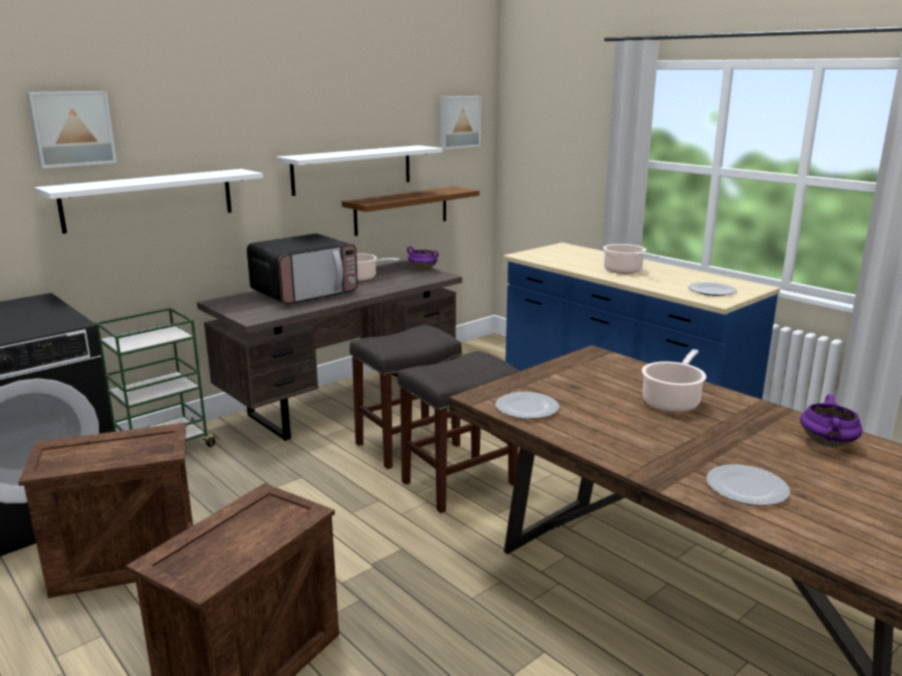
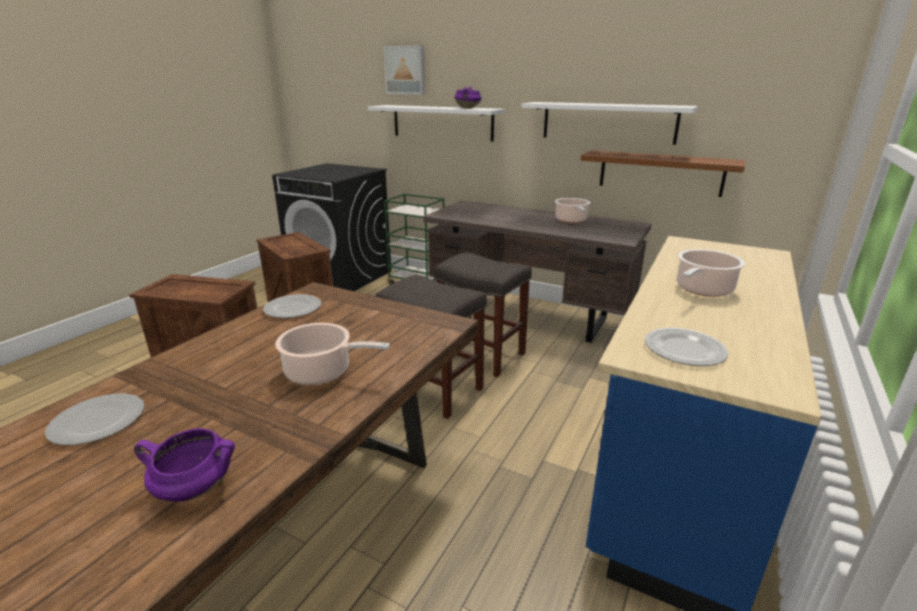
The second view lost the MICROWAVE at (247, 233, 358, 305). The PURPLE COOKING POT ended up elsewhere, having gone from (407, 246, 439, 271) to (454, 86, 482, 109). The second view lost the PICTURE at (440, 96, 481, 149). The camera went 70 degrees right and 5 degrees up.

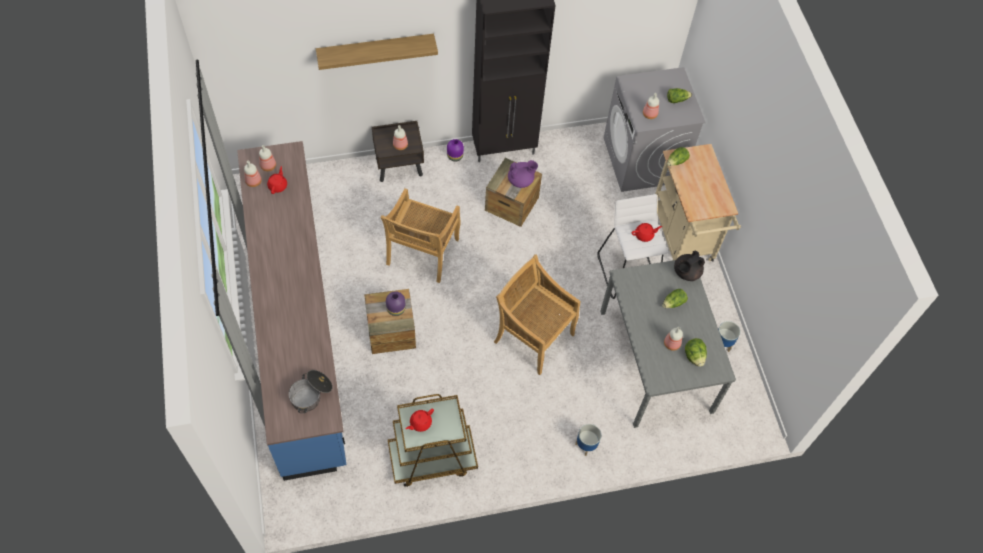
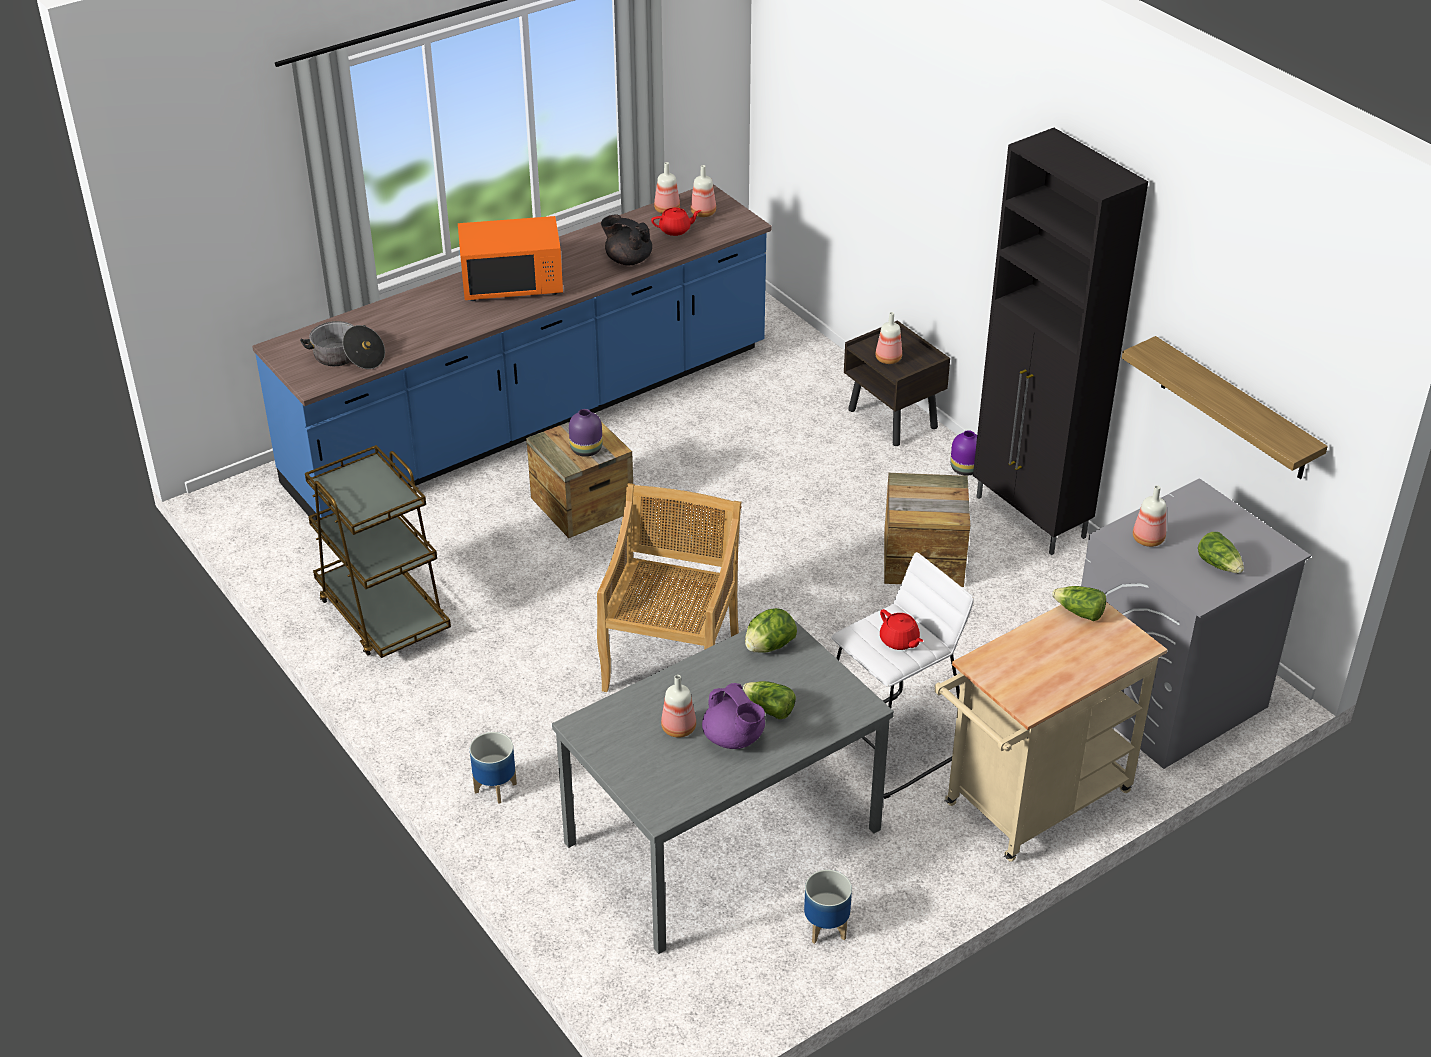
The SHELF ended up elsewhere, having gone from (316, 34, 438, 70) to (1122, 336, 1328, 479). The second view lost the BEIGE CHAIR at (380, 188, 461, 283). The second view lost the RED TEAPOT at (406, 409, 434, 432). The PURPLE TEAPOT ended up elsewhere, having gone from (508, 160, 538, 188) to (702, 683, 765, 749). The BLACK TEAPOT ended up elsewhere, having gone from (674, 251, 705, 281) to (601, 214, 652, 265). The LETTUCE ended up elsewhere, having gone from (685, 338, 707, 367) to (745, 608, 797, 653). The second view gained the ORANGE MICROWAVE at (458, 216, 563, 301). The camera went 70 degrees right and 20 degrees down.

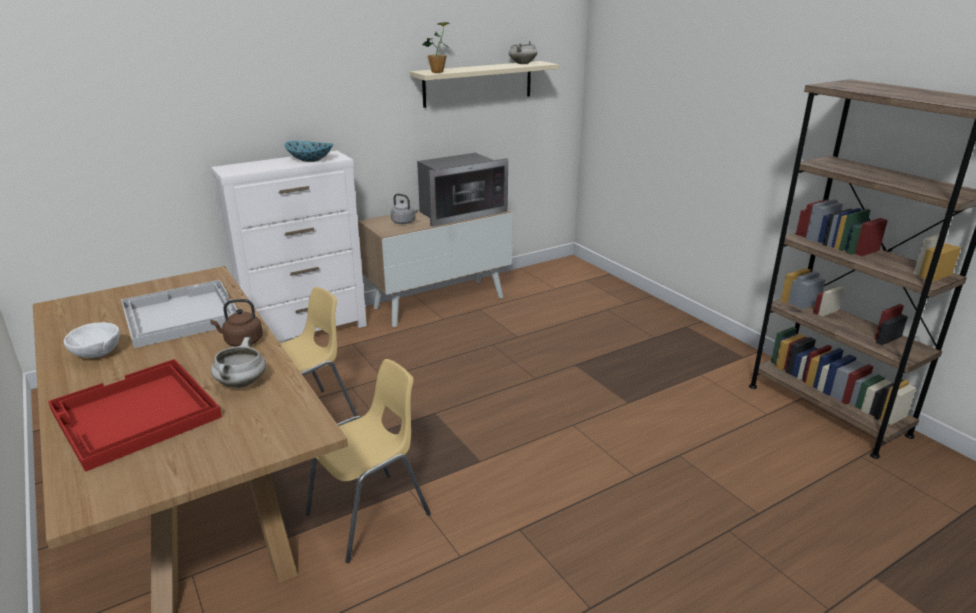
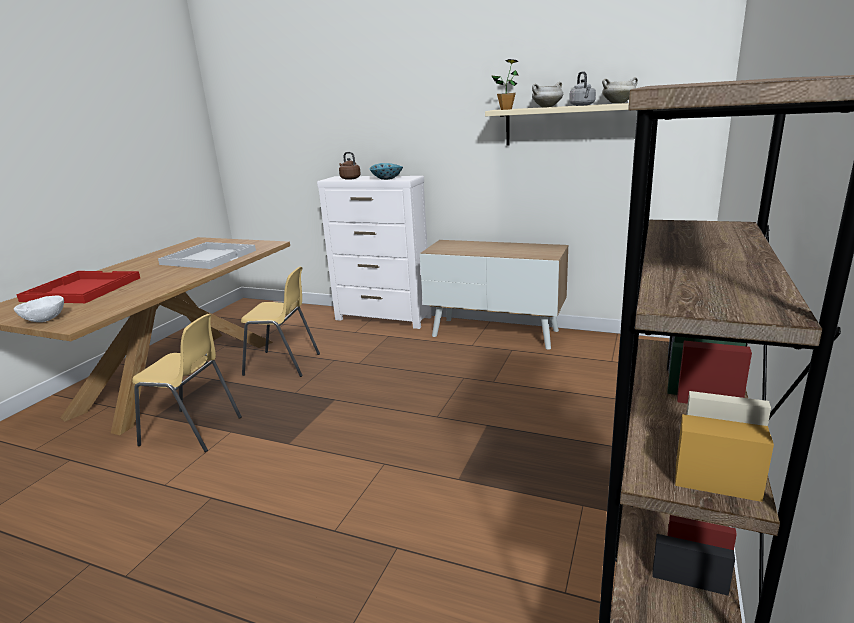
The WHITE BOWL ended up elsewhere, having gone from (64, 322, 120, 358) to (14, 295, 64, 322). The BROWN KETTLE ended up elsewhere, having gone from (210, 299, 263, 347) to (339, 152, 361, 180). The WHITE COOKING POT ended up elsewhere, having gone from (211, 337, 266, 388) to (532, 82, 563, 107). The GREY KETTLE ended up elsewhere, having gone from (391, 194, 418, 224) to (569, 71, 596, 106). The second view lost the MICROWAVE at (417, 153, 508, 227). The camera went 55 degrees right and 5 degrees down.

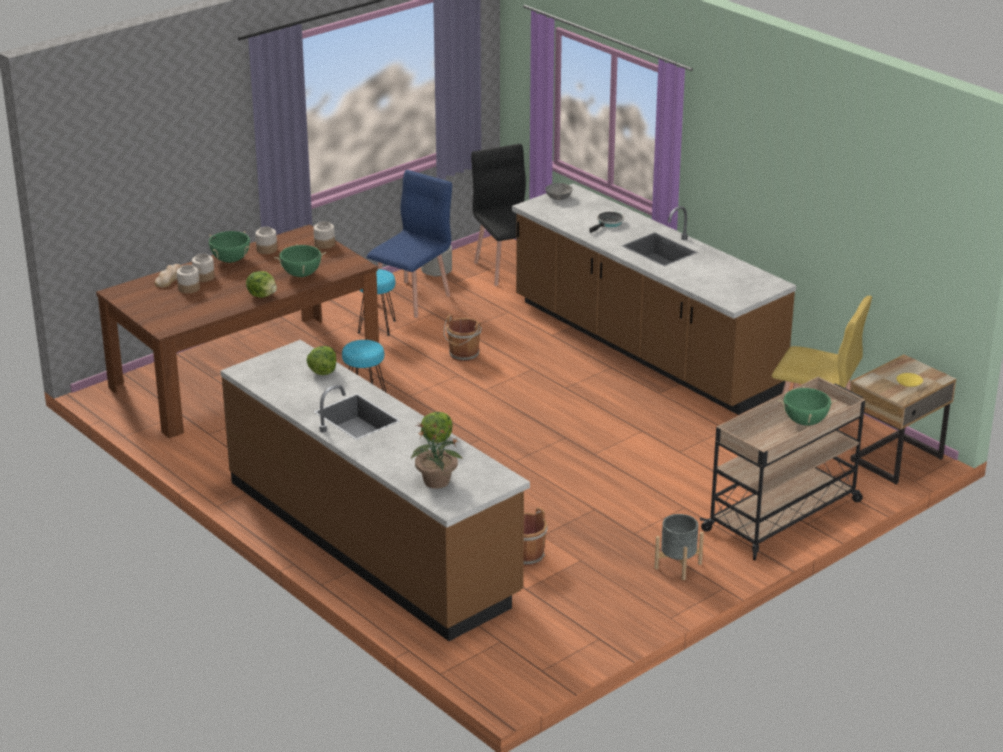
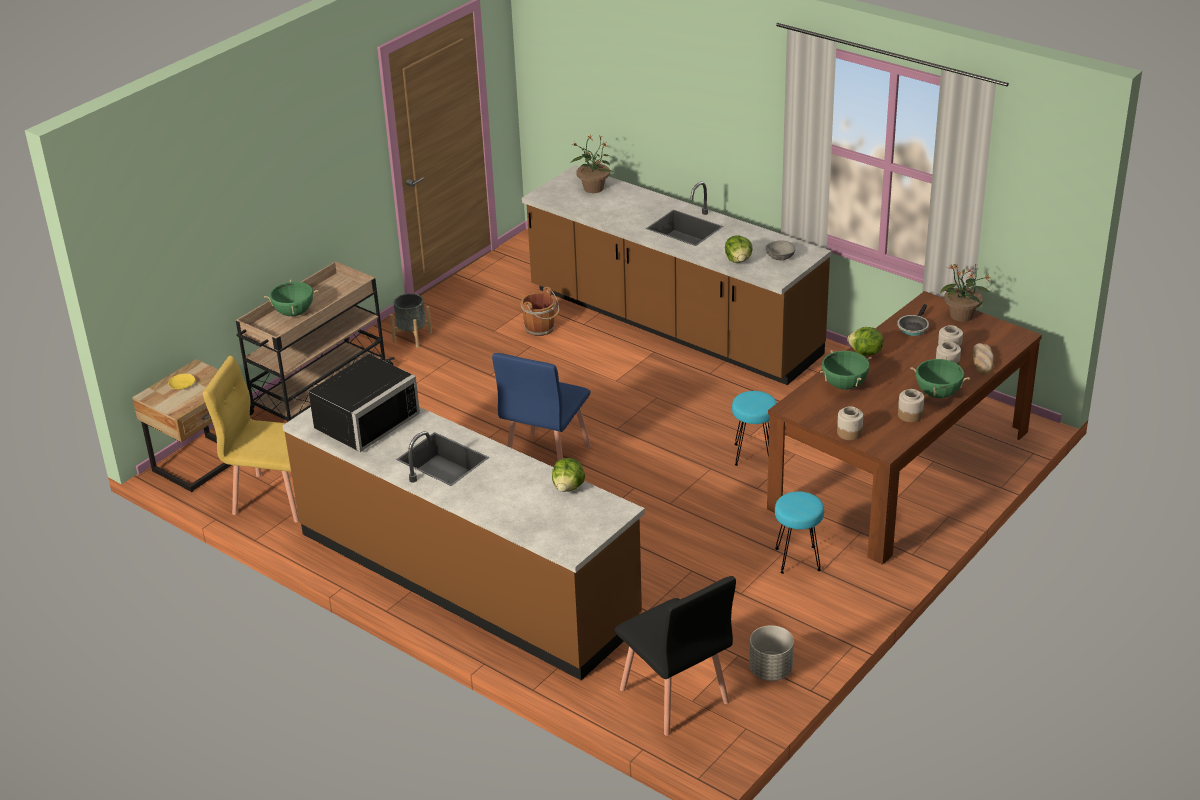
The BLUE CHAIR ended up elsewhere, having gone from (367, 170, 452, 318) to (492, 353, 591, 460). The LETTUCE ended up elsewhere, having gone from (421, 412, 453, 443) to (552, 458, 585, 492). The second view lost the BROWN BUCKET at (444, 314, 482, 361). The GREY BOWL ended up elsewhere, having gone from (545, 183, 572, 200) to (765, 241, 796, 260). The FRYING PAN ended up elsewhere, having gone from (589, 211, 624, 233) to (897, 304, 929, 336). The second view gained the BLACK MICROWAVE at (308, 354, 420, 452). The second view gained the POTTED PLANT at (940, 263, 991, 322). The camera went 170 degrees right and 5 degrees up.

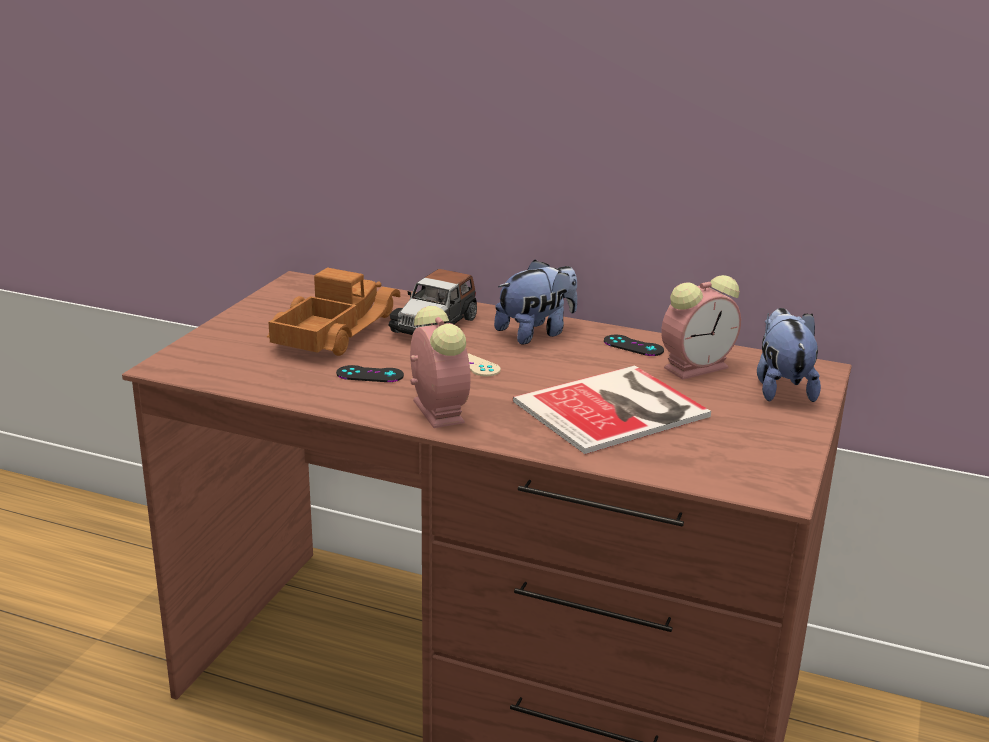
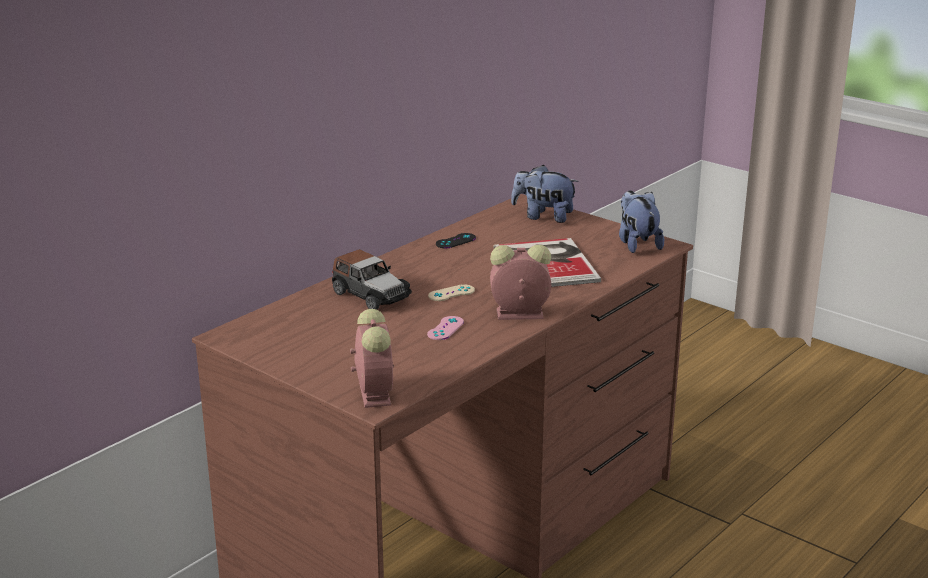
The second view lost the TOY TRUCK at (267, 268, 400, 356). What was the BLACK GAME CONTROLLER at (336, 365, 404, 382) turned into the PINK GAME CONTROLLER at (427, 316, 464, 340). The PLUSH TOY ended up elsewhere, having gone from (494, 260, 577, 345) to (619, 190, 664, 253). The ALARM CLOCK ended up elsewhere, having gone from (661, 275, 741, 380) to (350, 309, 394, 408). The camera went 70 degrees left and 0 degrees up.

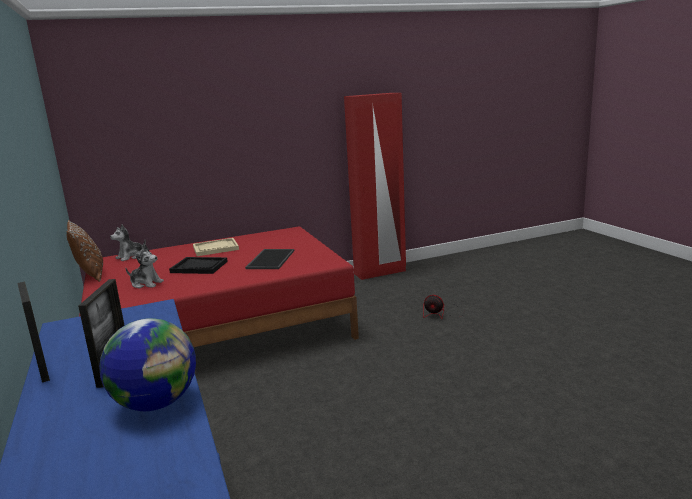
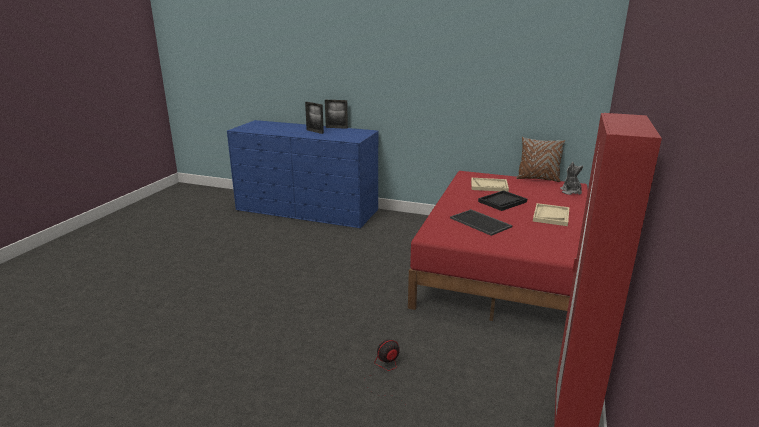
The second view lost the GLOBE at (99, 318, 196, 411). Where the PLUSH TOY stood at (126, 244, 164, 288), the BEIGE TRAY came to stand at (471, 178, 509, 192). The camera went 130 degrees right and 5 degrees up.

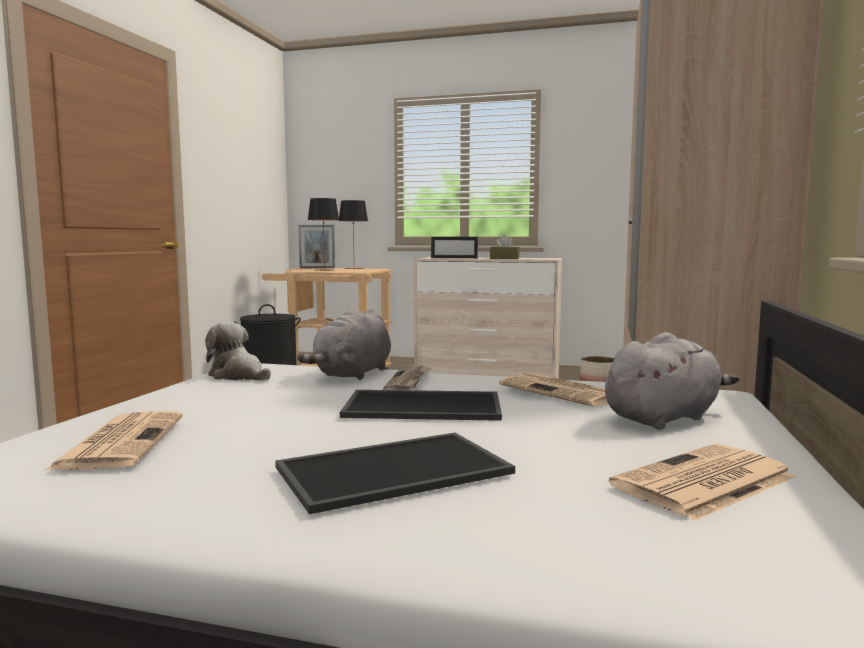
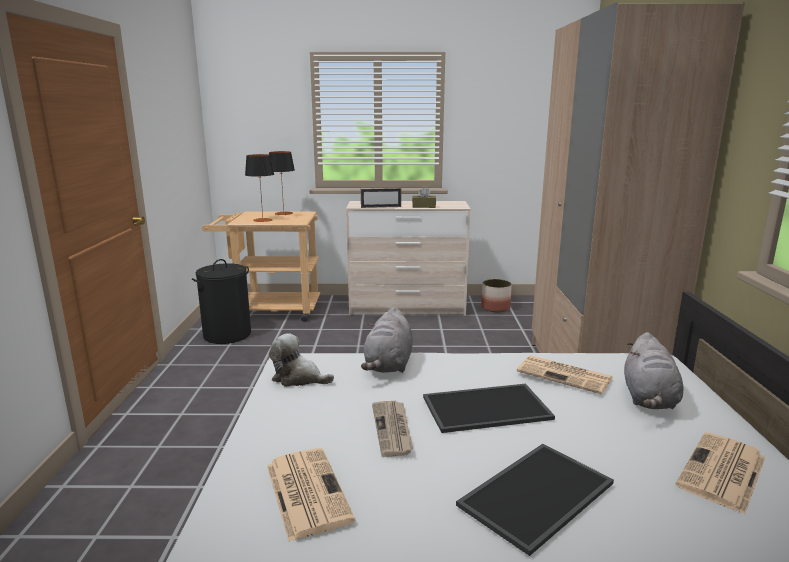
The second view lost the PICTURE FRAME at (298, 225, 335, 268). The NEWSPAPER ended up elsewhere, having gone from (383, 365, 432, 390) to (372, 401, 413, 457). The GREY PLUSH TOY at (605, 332, 740, 430) ended up facing another way, 150 degrees clockwise from before. The camera went 15 degrees left and 10 degrees up.

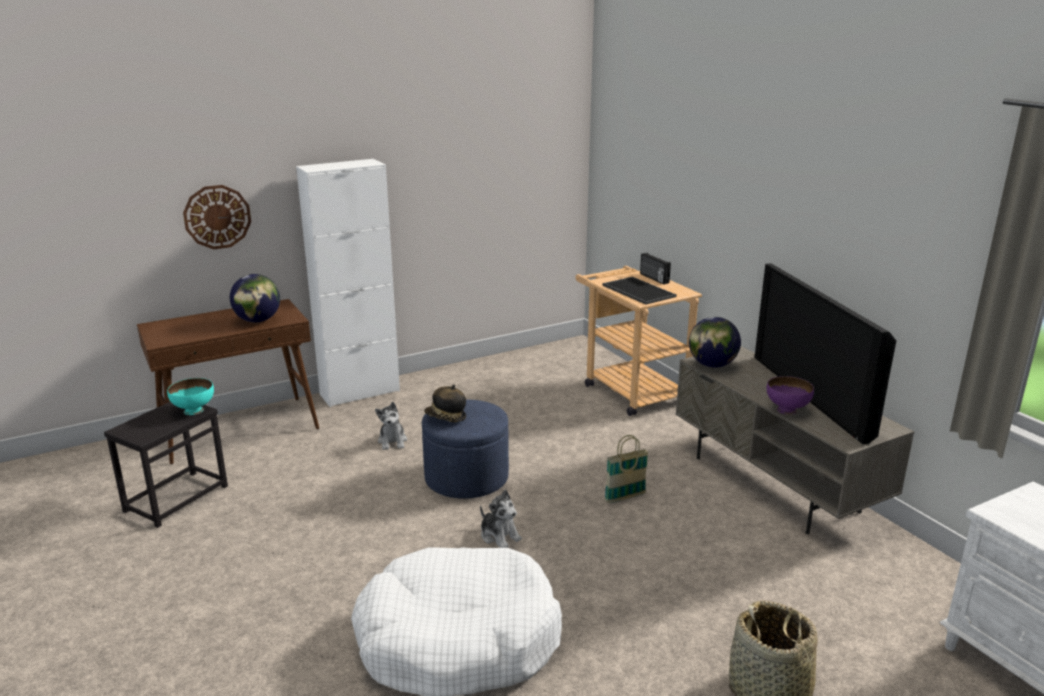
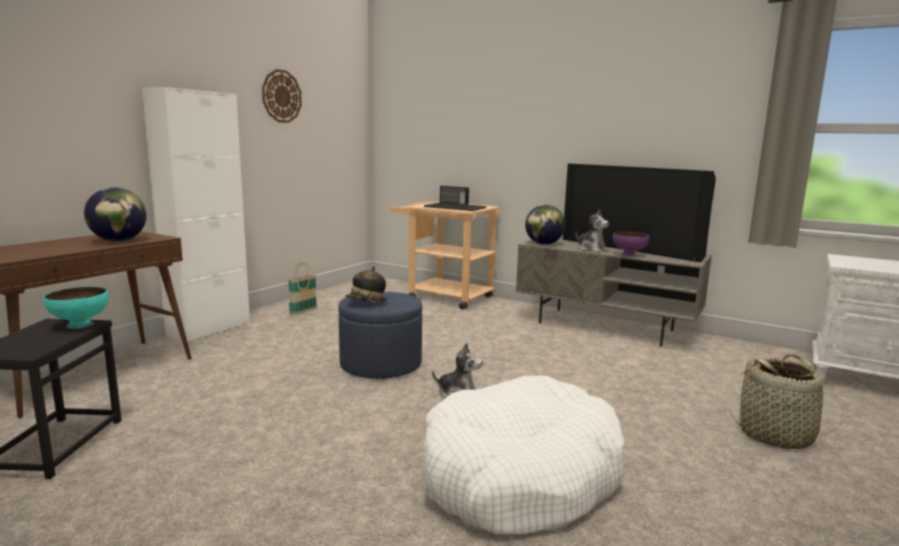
The WALL CLOCK ended up elsewhere, having gone from (183, 185, 251, 249) to (262, 69, 302, 123). The PLUSH TOY ended up elsewhere, having gone from (375, 402, 407, 450) to (575, 209, 609, 253). The BASKET ended up elsewhere, having gone from (604, 435, 649, 503) to (288, 263, 317, 315). The camera went 30 degrees left and 10 degrees down.

